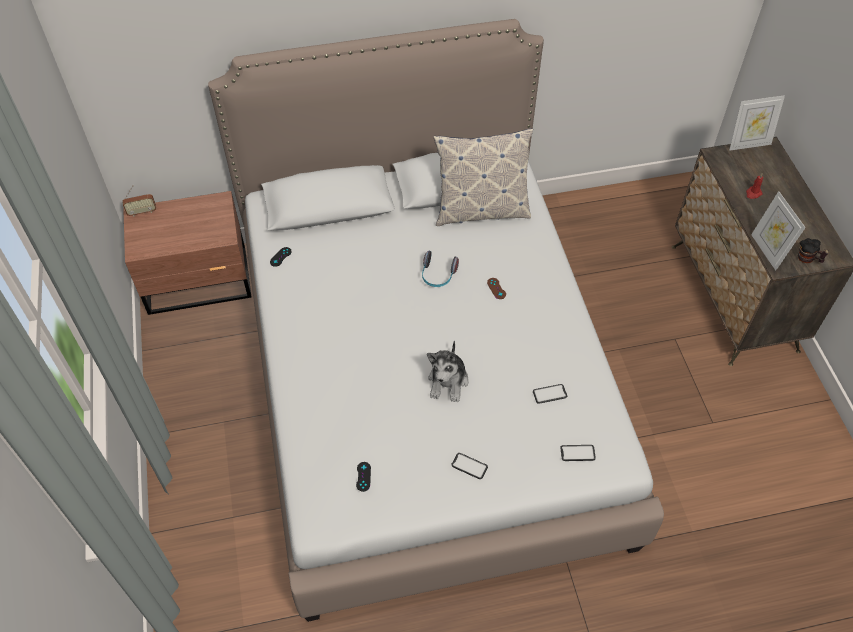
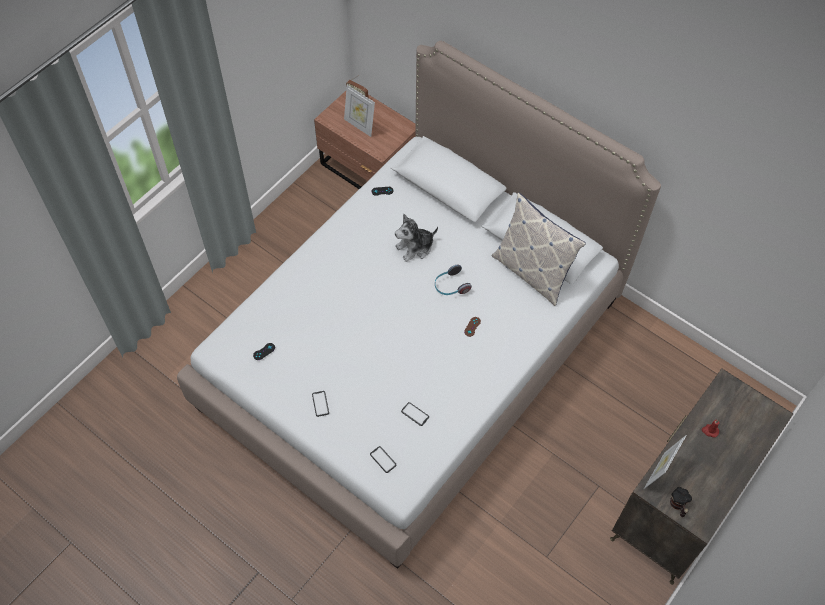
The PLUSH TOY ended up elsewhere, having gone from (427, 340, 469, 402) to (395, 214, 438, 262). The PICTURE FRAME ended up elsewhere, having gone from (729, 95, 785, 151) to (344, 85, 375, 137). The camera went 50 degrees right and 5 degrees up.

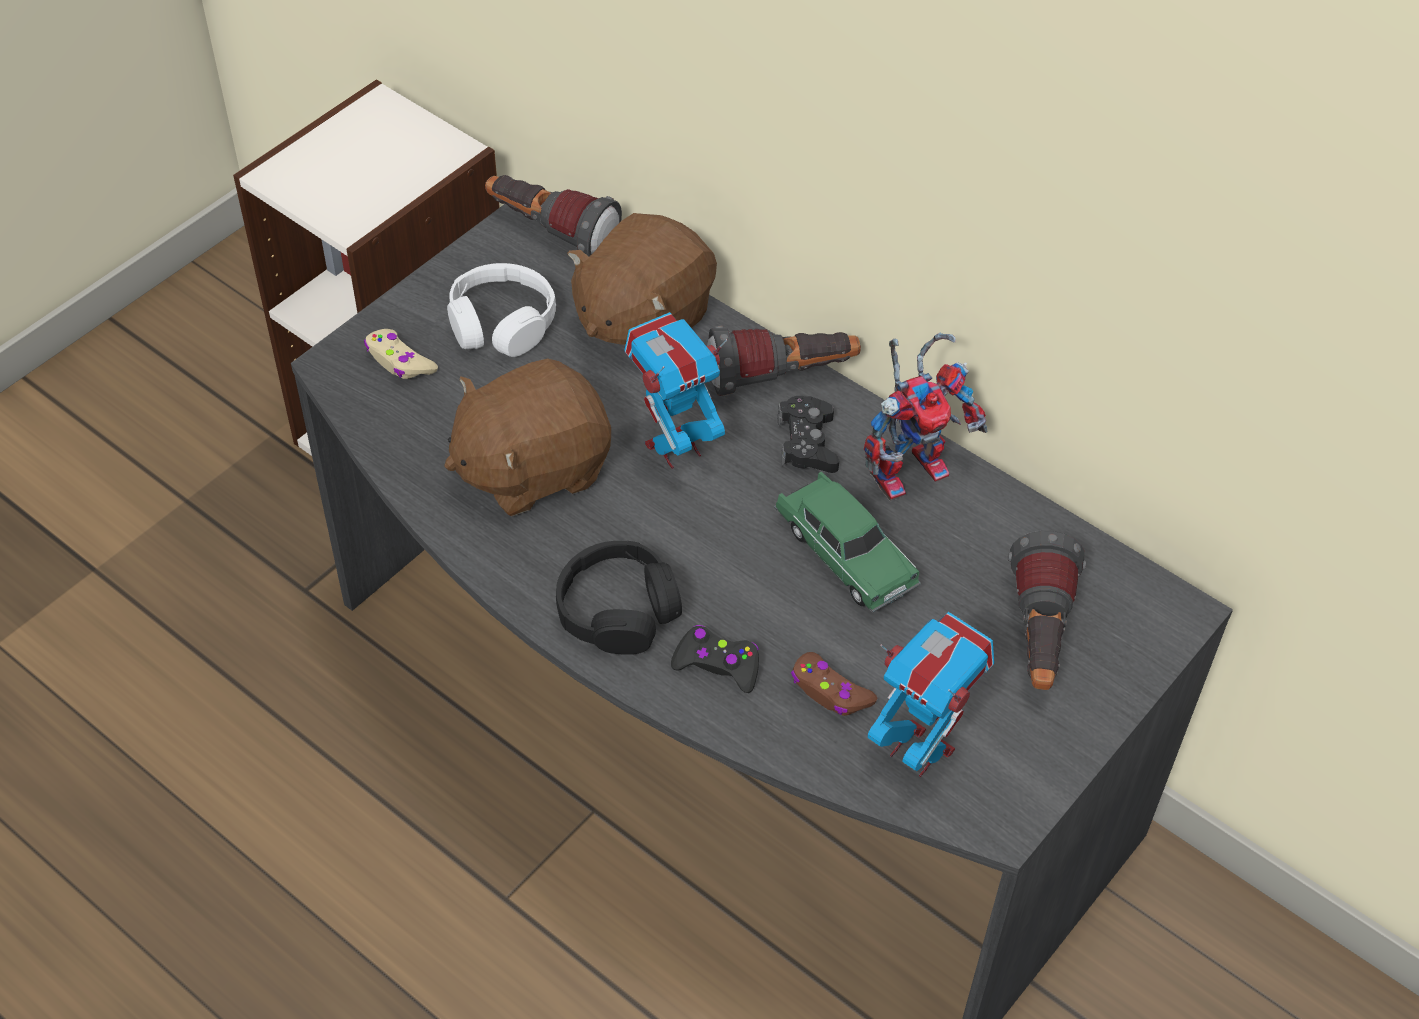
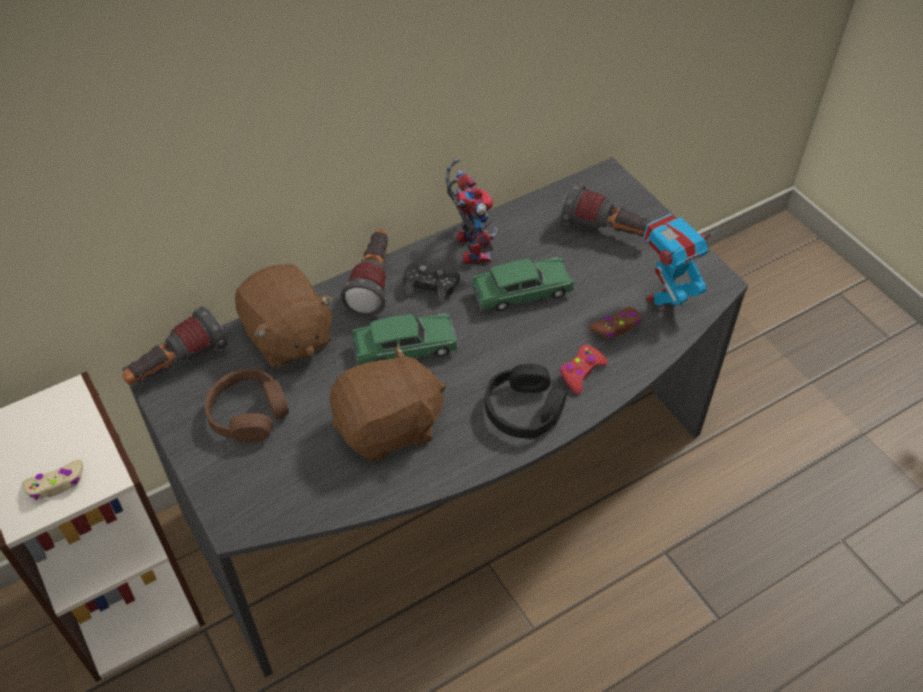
The BEIGE GAME CONTROLLER ended up elsewhere, having gone from (364, 329, 438, 379) to (22, 460, 83, 500). The BROWN PLUSH TOY at (444, 358, 611, 516) ended up facing another way, 105 degrees counterclockwise from before. What was the WHITE HEADPHONES at (447, 263, 556, 357) turned into the BROWN HEADPHONES at (204, 368, 289, 443). Where the TOY ROBOT stood at (624, 312, 727, 469), the GREEN TOY CAR came to stand at (351, 313, 459, 366). What was the BLACK GAME CONTROLLER at (671, 625, 759, 693) turned into the RED GAME CONTROLLER at (560, 345, 608, 394). The camera went 70 degrees left and 0 degrees up.

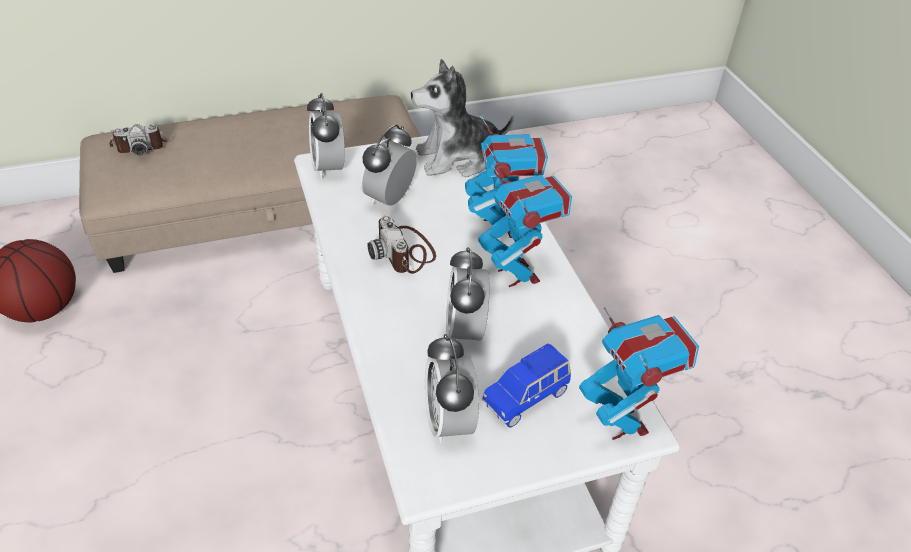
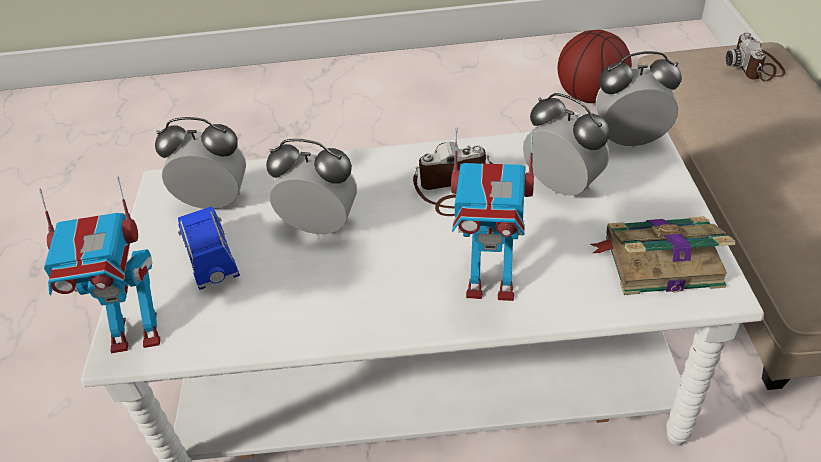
Where the PLUSH TOY stood at (411, 59, 514, 177), the BOOK came to stand at (590, 216, 736, 295). The second view lost the TOY ROBOT at (478, 164, 572, 287). The camera went 110 degrees right and 0 degrees up.

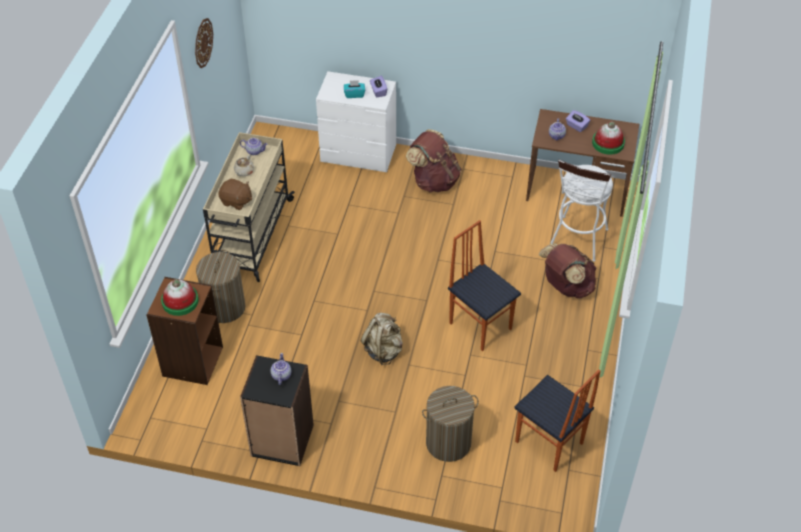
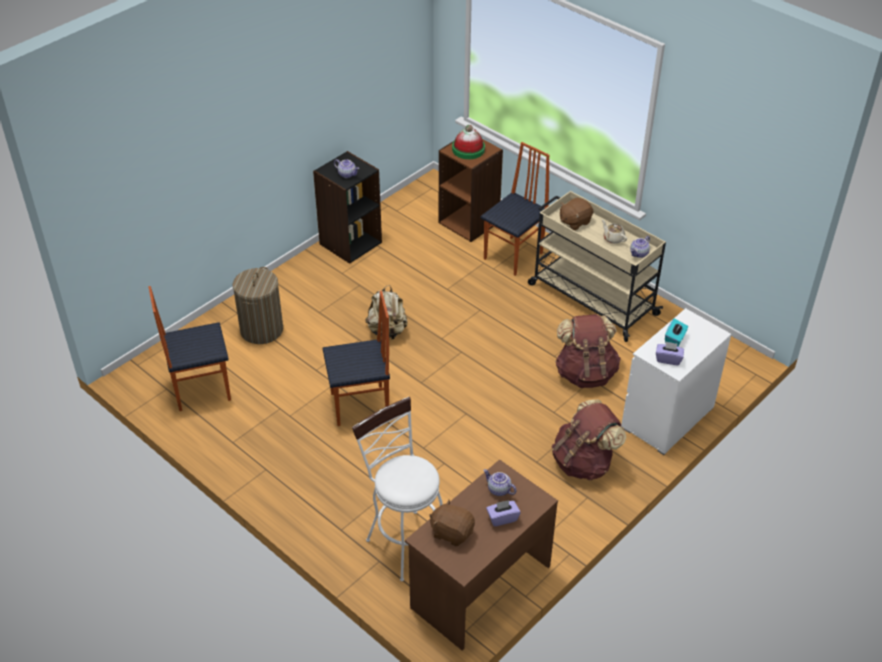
The second view lost the WALL CLOCK at (195, 18, 213, 68). Where the LAUNDRY BASKET stood at (196, 250, 246, 323), the CHAIR came to stand at (481, 142, 550, 276). The BROWN BACKPACK ended up elsewhere, having gone from (539, 243, 597, 298) to (555, 314, 621, 388). Where the HAT stood at (592, 121, 625, 155), the BROWN PLUSH TOY came to stand at (429, 500, 475, 546). The camera went 120 degrees right and 5 degrees down.

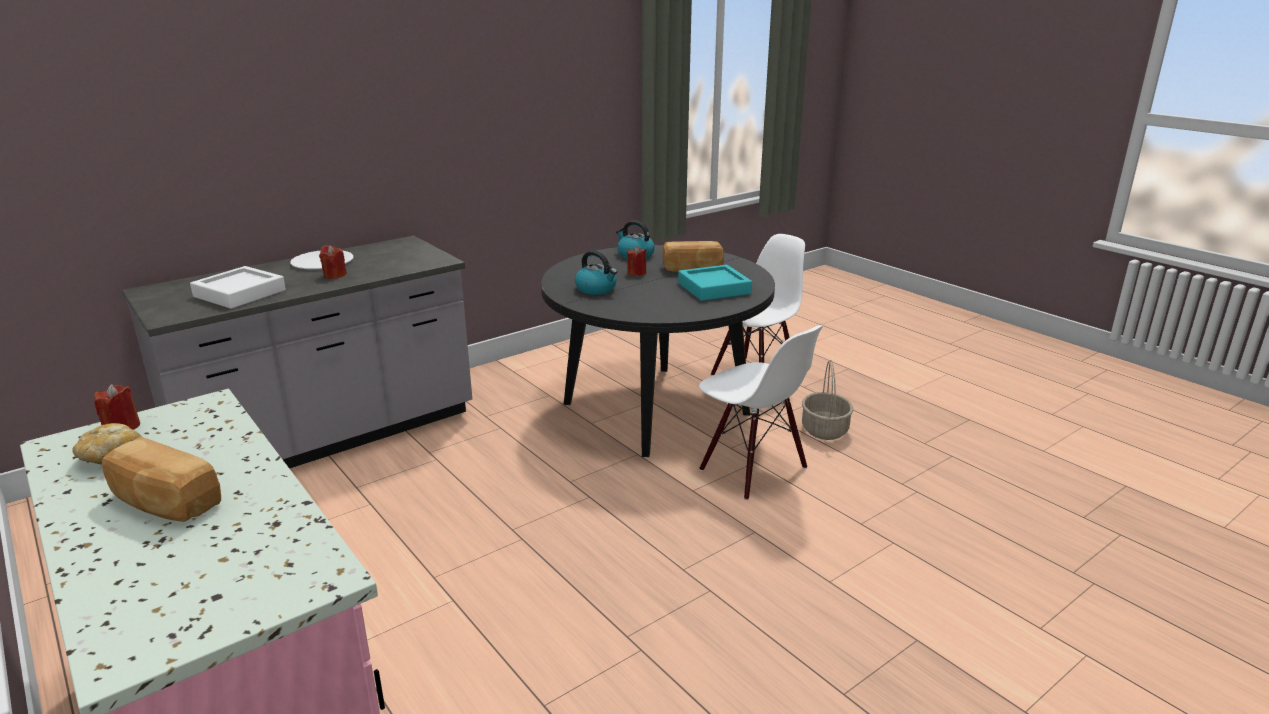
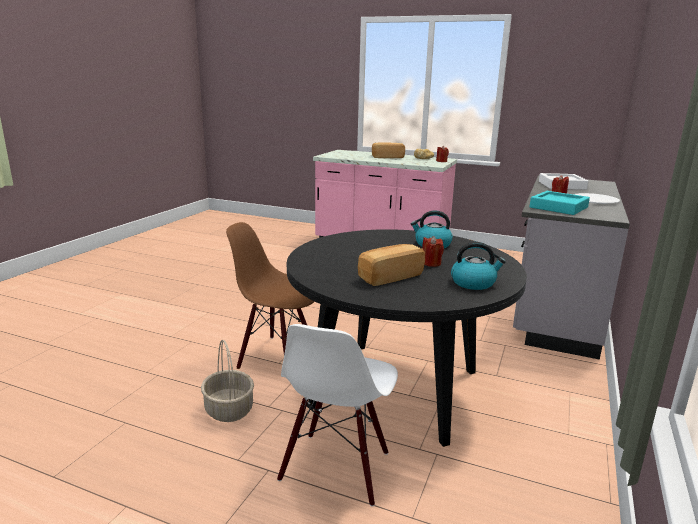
The TURQUOISE TRAY ended up elsewhere, having gone from (678, 265, 752, 301) to (530, 191, 590, 215). What was the WHITE CHAIR at (699, 325, 823, 500) turned into the BROWN CHAIR at (226, 222, 315, 369). The camera went 150 degrees right and 5 degrees down.

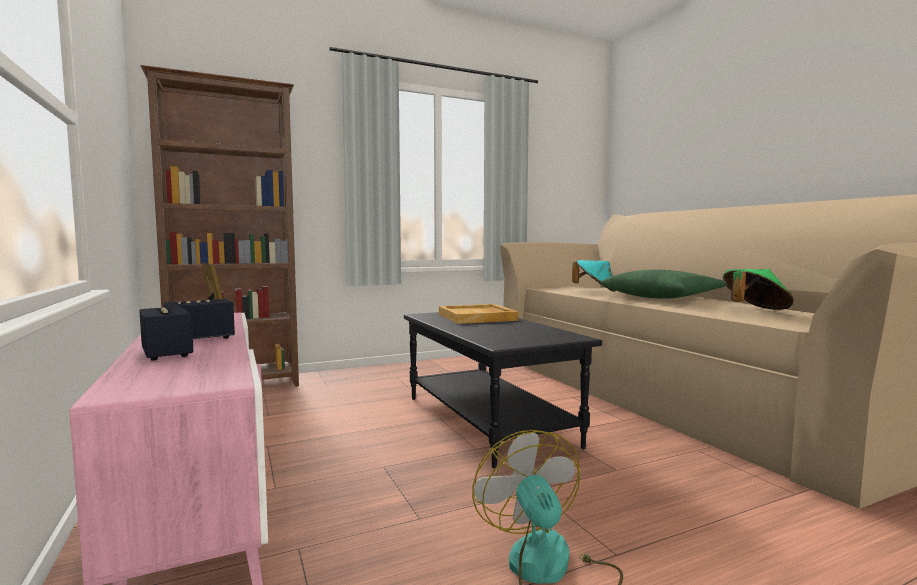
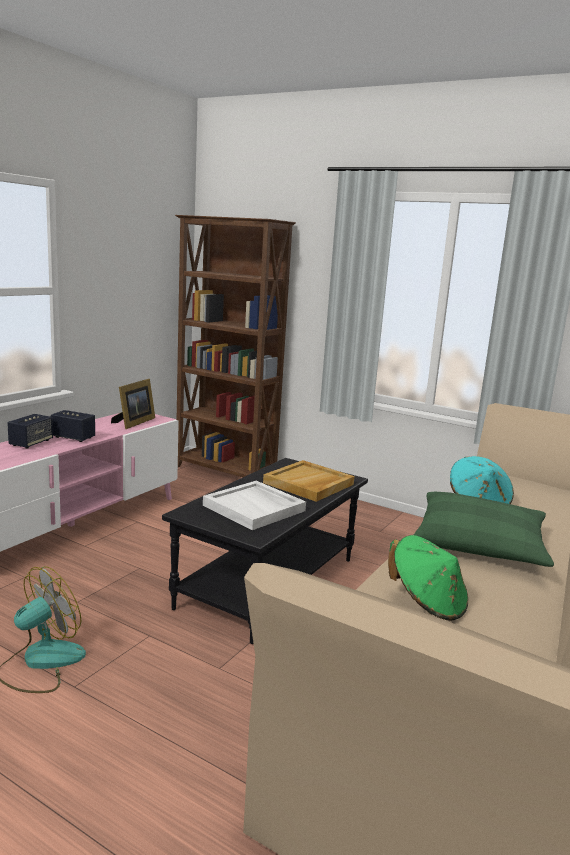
The second view gained the WHITE TRAY at (203, 481, 306, 530). The camera went 55 degrees right and 10 degrees up.

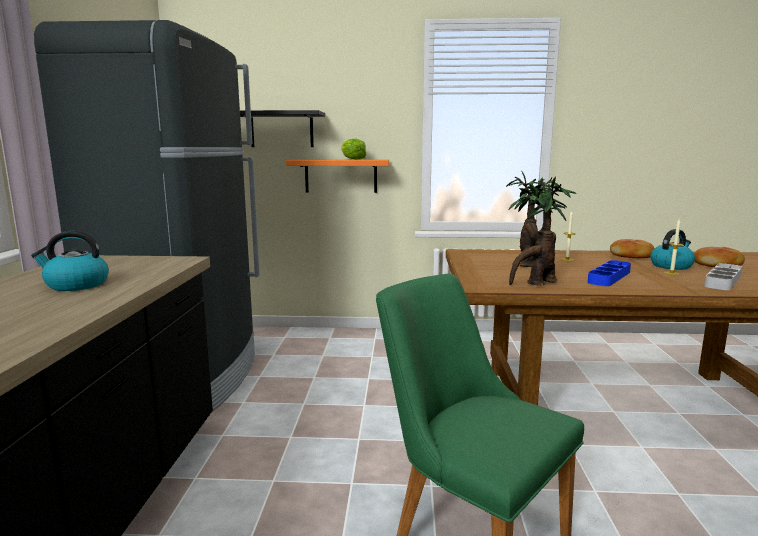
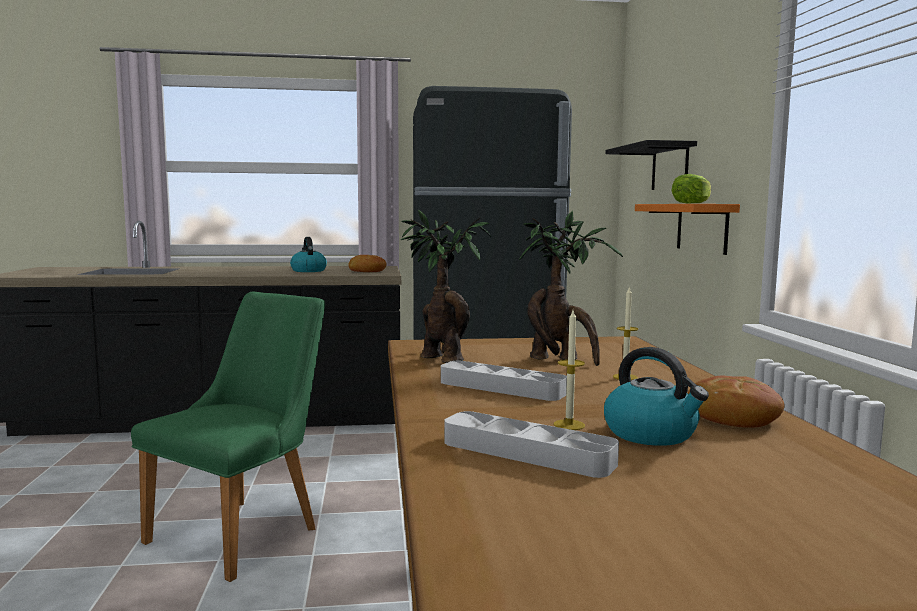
What was the BLUE TRAY at (588, 260, 631, 286) turned into the GREY TRAY at (441, 361, 567, 401). The BREAD ended up elsewhere, having gone from (694, 247, 745, 267) to (348, 255, 387, 272). The camera went 80 degrees right and 5 degrees down.

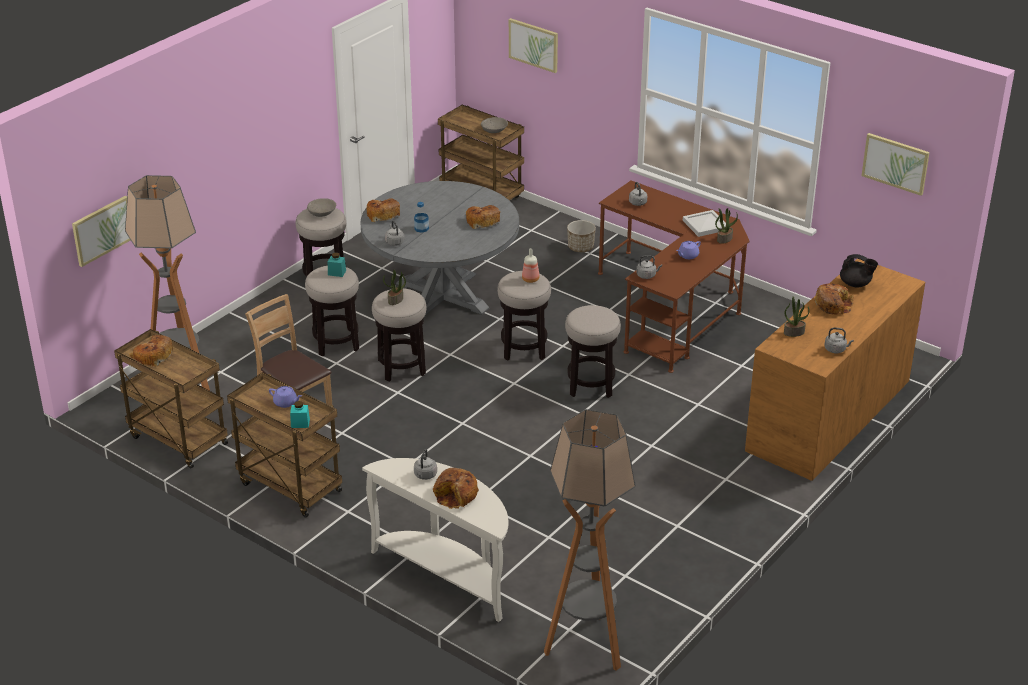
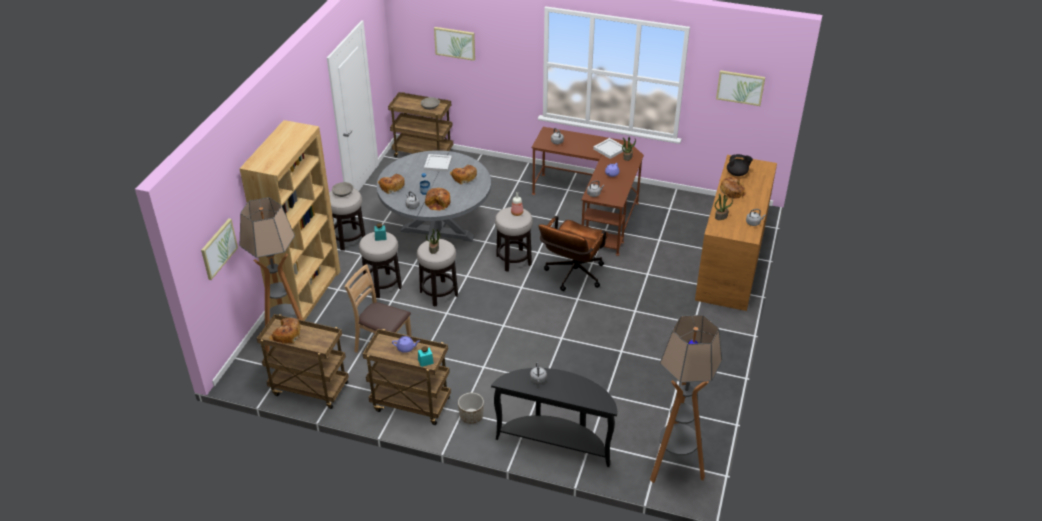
What was the WHITE CONSOLE TABLE at (362, 458, 508, 622) turned into the BLACK CONSOLE TABLE at (491, 368, 617, 467). The BREAD ended up elsewhere, having gone from (433, 468, 479, 509) to (425, 188, 451, 211). Where the STOOL stood at (565, 305, 621, 398), the BROWN OFFICE CHAIR came to stand at (539, 216, 608, 291). The PLANTER ended up elsewhere, having gone from (567, 220, 596, 252) to (458, 393, 484, 424). The second view gained the BROWN BOOKCASE at (239, 120, 341, 321). The second view gained the WHITE TRAY at (424, 154, 452, 172). The camera went 20 degrees left and 5 degrees up.

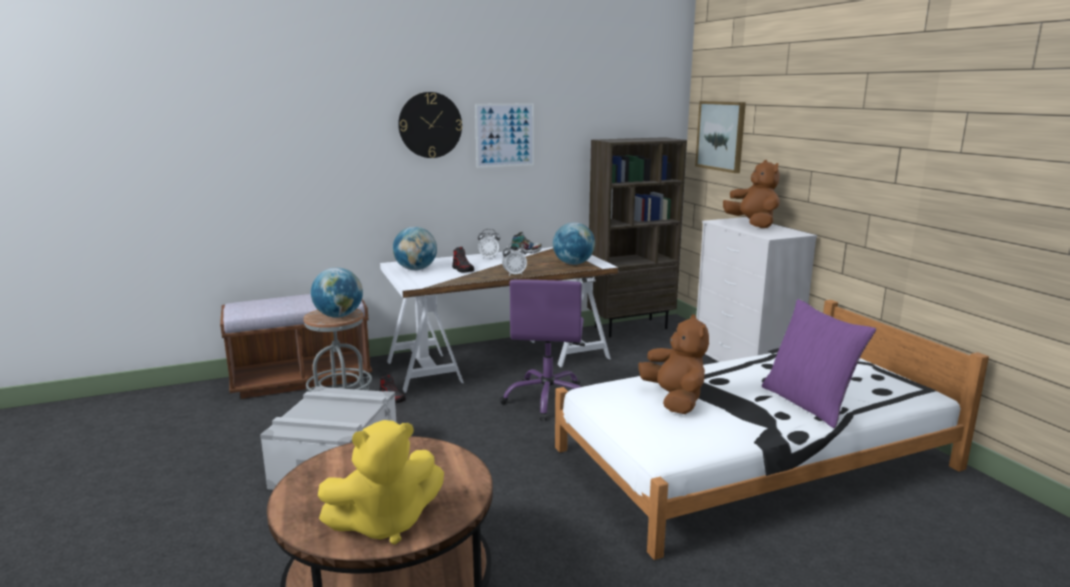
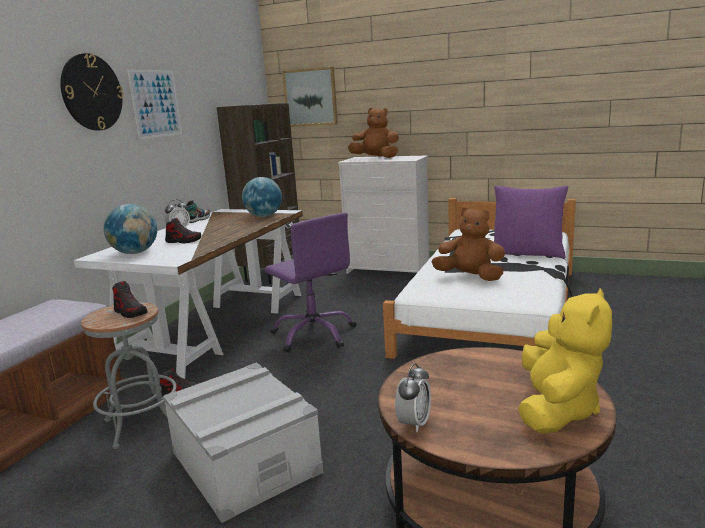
Where the GLOBE stood at (311, 267, 363, 318), the SHOE came to stand at (112, 281, 147, 318). The ALARM CLOCK ended up elsewhere, having gone from (502, 243, 527, 276) to (395, 363, 431, 432). The camera went 45 degrees left and 0 degrees up.

